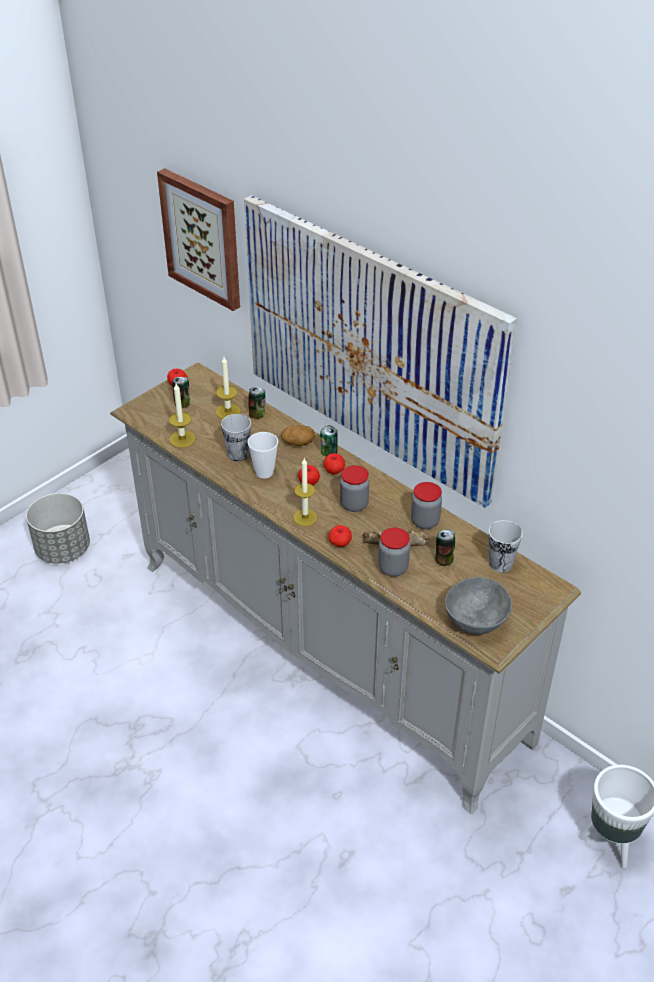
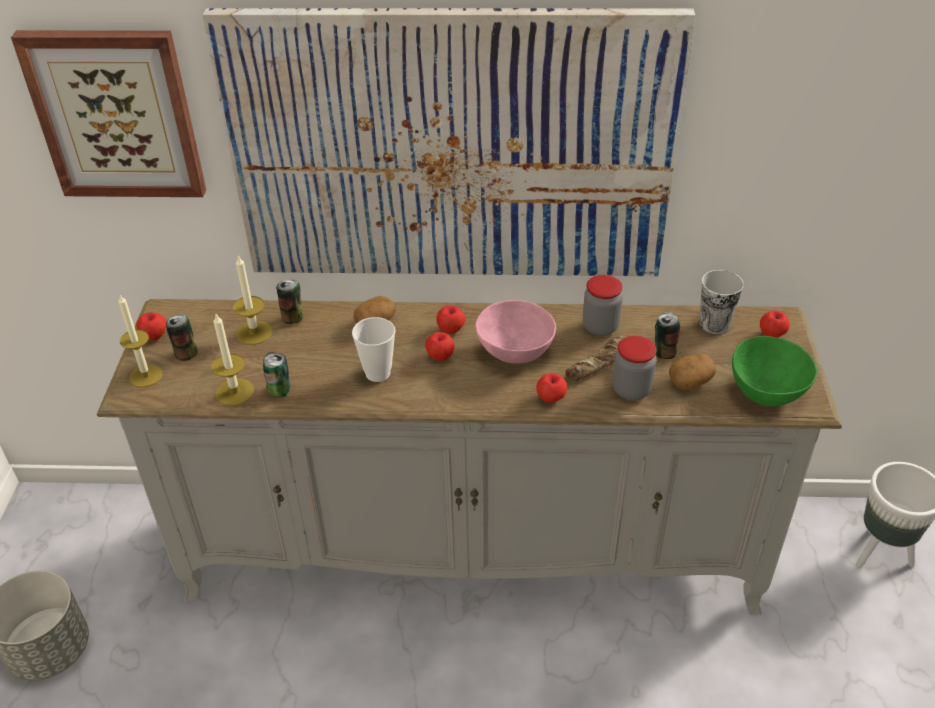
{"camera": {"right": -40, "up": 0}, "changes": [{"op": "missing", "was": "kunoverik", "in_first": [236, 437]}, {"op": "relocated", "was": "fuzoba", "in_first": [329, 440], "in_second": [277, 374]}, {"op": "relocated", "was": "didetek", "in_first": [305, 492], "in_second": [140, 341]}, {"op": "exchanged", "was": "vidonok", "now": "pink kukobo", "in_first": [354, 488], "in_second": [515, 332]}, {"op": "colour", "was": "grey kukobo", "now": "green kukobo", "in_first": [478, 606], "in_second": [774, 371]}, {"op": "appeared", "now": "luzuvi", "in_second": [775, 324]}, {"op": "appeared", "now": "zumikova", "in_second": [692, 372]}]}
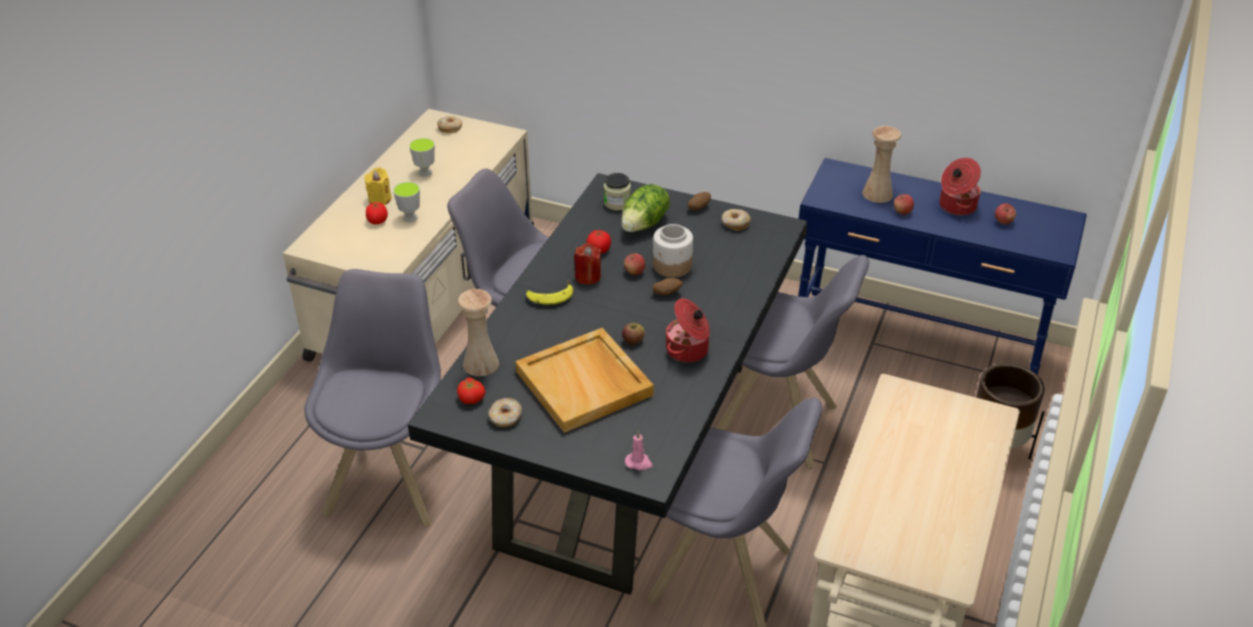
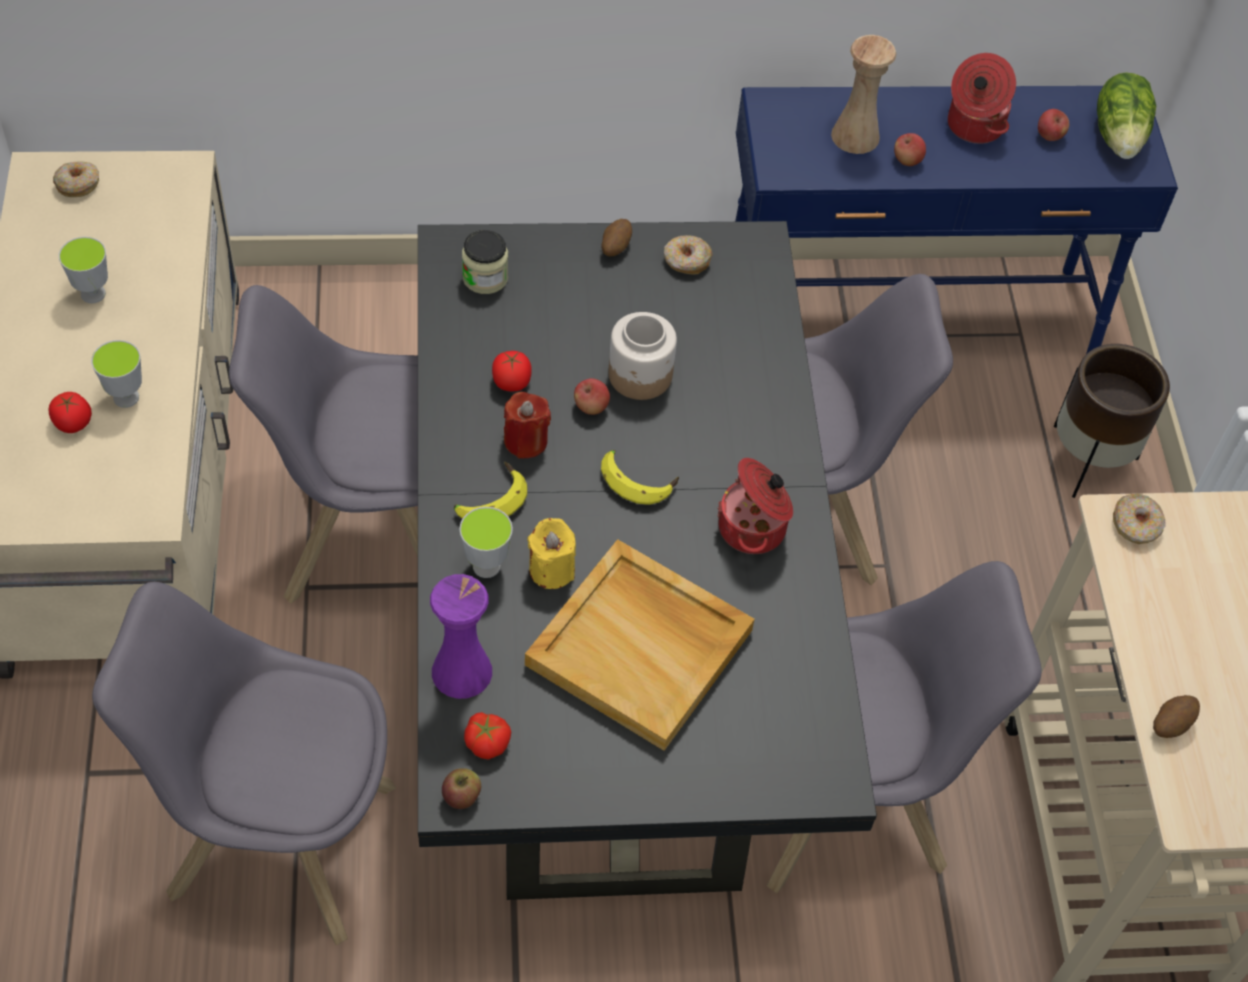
{"camera": {"right": -30, "up": 15}, "changes": [{"op": "relocated", "was": "yellow didetek", "in_first": [378, 186], "in_second": [551, 553]}, {"op": "relocated", "was": "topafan", "in_first": [645, 208], "in_second": [1126, 115]}, {"op": "spun", "was": "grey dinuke", "in_first": [372, 398], "in_second": [244, 763], "clockwise": -60}, {"op": "relocated", "was": "zumikova", "in_first": [667, 286], "in_second": [1176, 716]}, {"op": "colour", "was": "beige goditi", "now": "purple goditi", "in_first": [478, 332], "in_second": [461, 636]}, {"op": "relocated", "was": "luzuvi", "in_first": [633, 334], "in_second": [461, 788]}, {"op": "relocated", "was": "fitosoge", "in_first": [505, 412], "in_second": [1139, 519]}, {"op": "missing", "was": "pink didetek", "in_first": [638, 450]}, {"op": "appeared", "now": "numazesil", "in_second": [640, 477]}, {"op": "appeared", "now": "kunoverik", "in_second": [486, 542]}]}
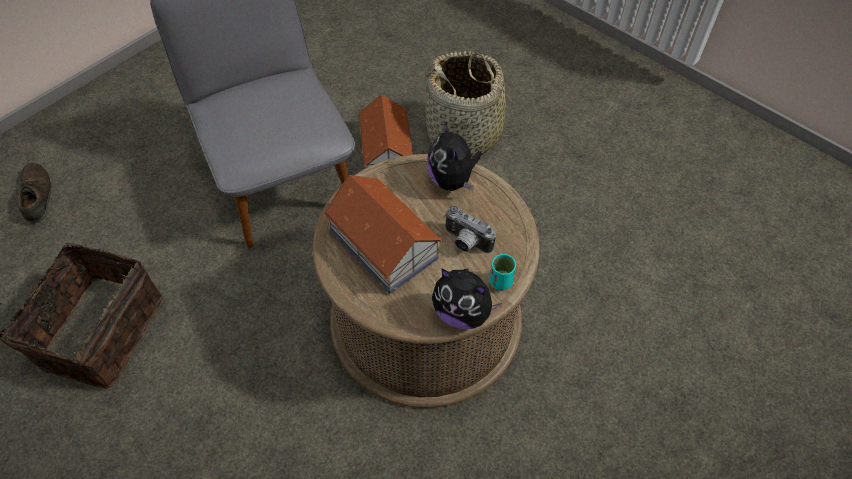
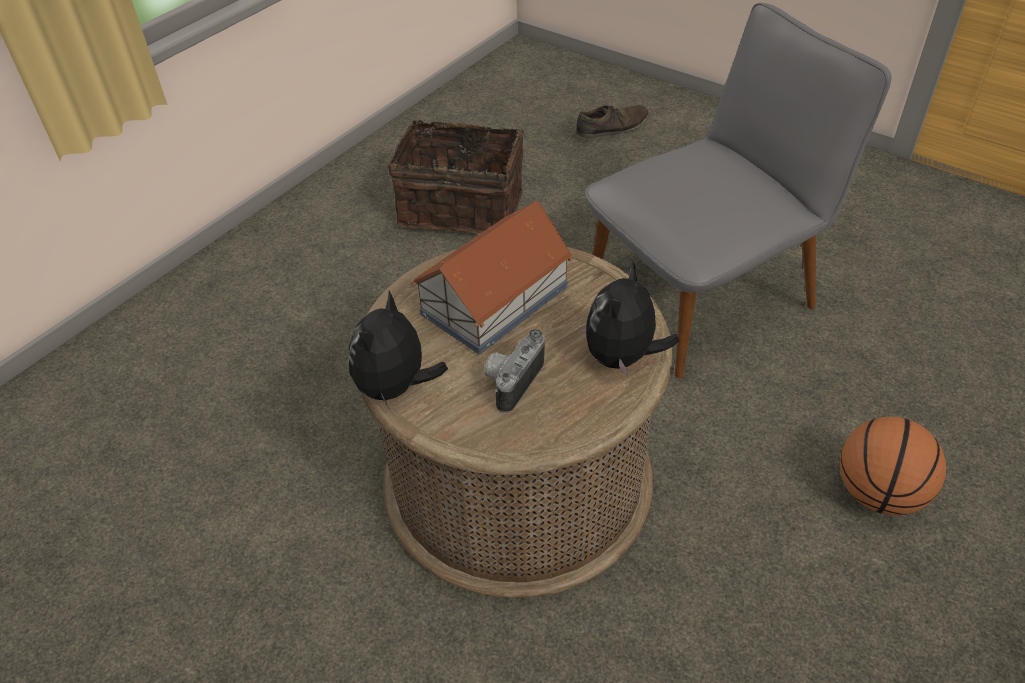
{"camera": {"right": 85, "up": -10}, "changes": [{"op": "exchanged", "was": "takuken", "now": "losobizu", "in_first": [470, 104], "in_second": [893, 466]}, {"op": "missing", "was": "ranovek", "in_first": [385, 131]}, {"op": "spun", "was": "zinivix", "in_first": [454, 156], "in_second": [632, 320], "clockwise": -45}, {"op": "missing", "was": "turquoise kunoverik", "in_first": [503, 272]}]}
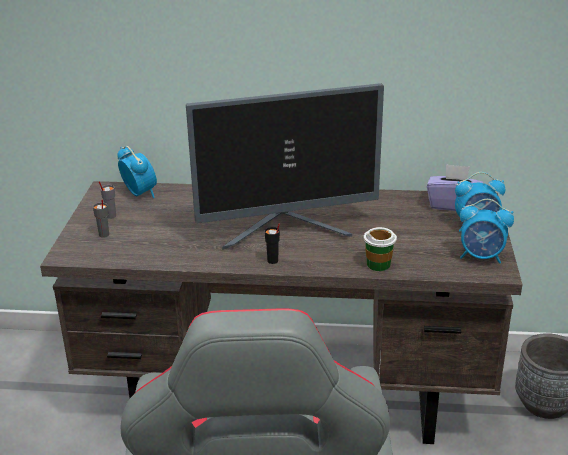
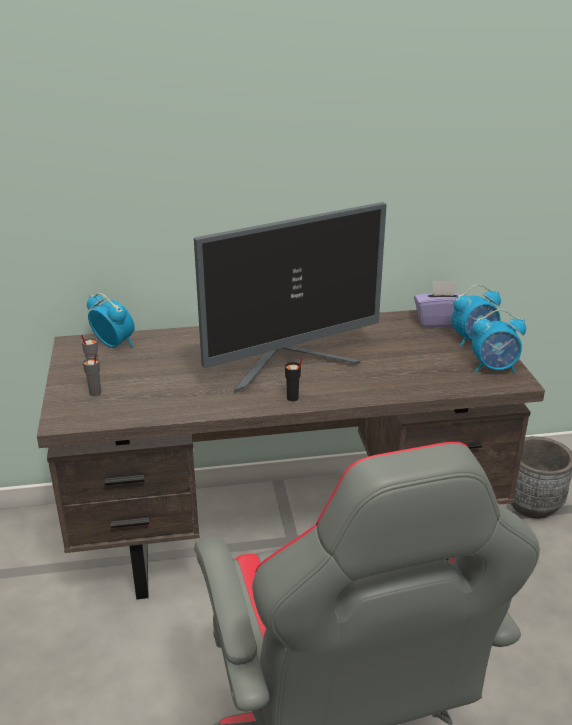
{"camera": {"right": -15, "up": 0}, "changes": [{"op": "missing", "was": "kunoverik", "in_first": [380, 249]}]}
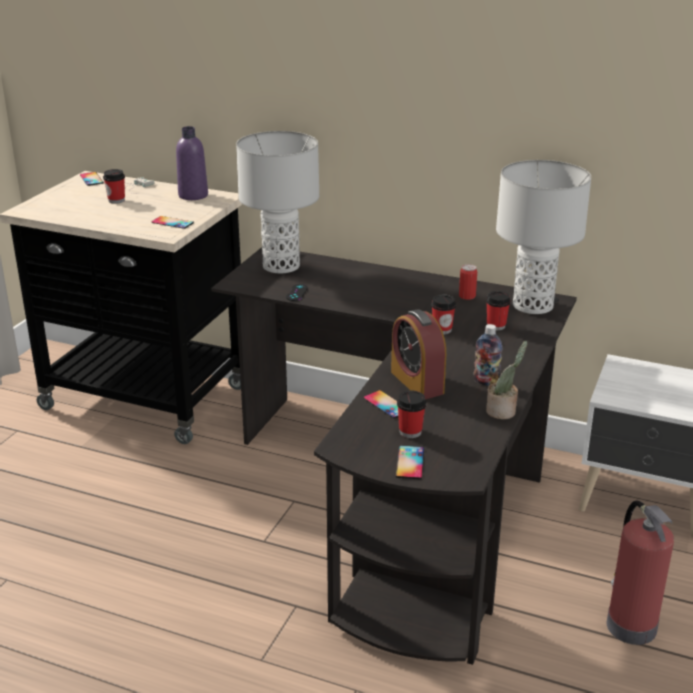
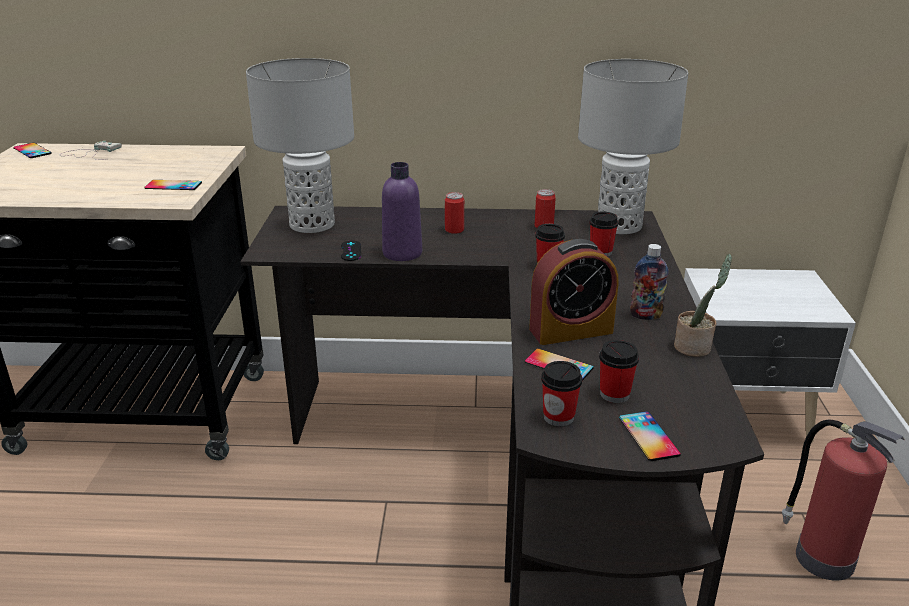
{"camera": {"right": -20, "up": 0}, "changes": [{"op": "relocated", "was": "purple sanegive", "in_first": [192, 163], "in_second": [402, 211]}, {"op": "relocated", "was": "kunoverik", "in_first": [114, 186], "in_second": [561, 394]}, {"op": "spun", "was": "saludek", "in_first": [418, 354], "in_second": [574, 292], "clockwise": -60}, {"op": "appeared", "now": "fuzoba", "in_second": [454, 213]}]}
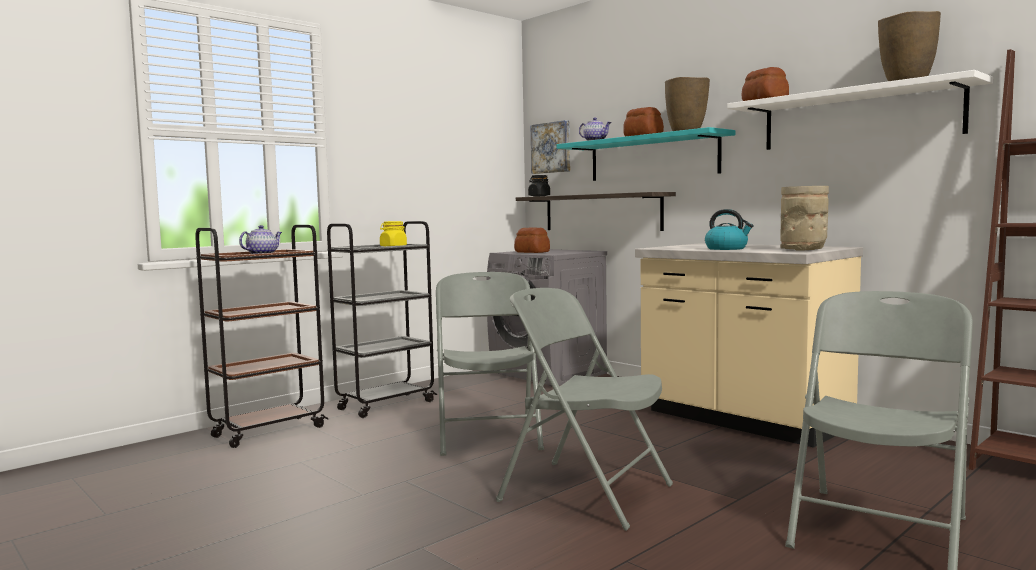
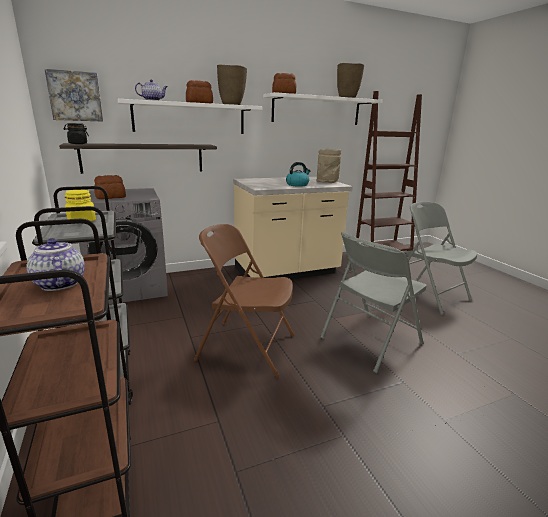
{"camera": {"right": -70, "up": 15}, "changes": [{"op": "colour", "was": "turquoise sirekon", "now": "white sirekon", "in_first": [646, 154], "in_second": [190, 116]}, {"op": "colour", "was": "grey dinuke", "now": "brown dinuke", "in_first": [490, 364], "in_second": [244, 301]}]}
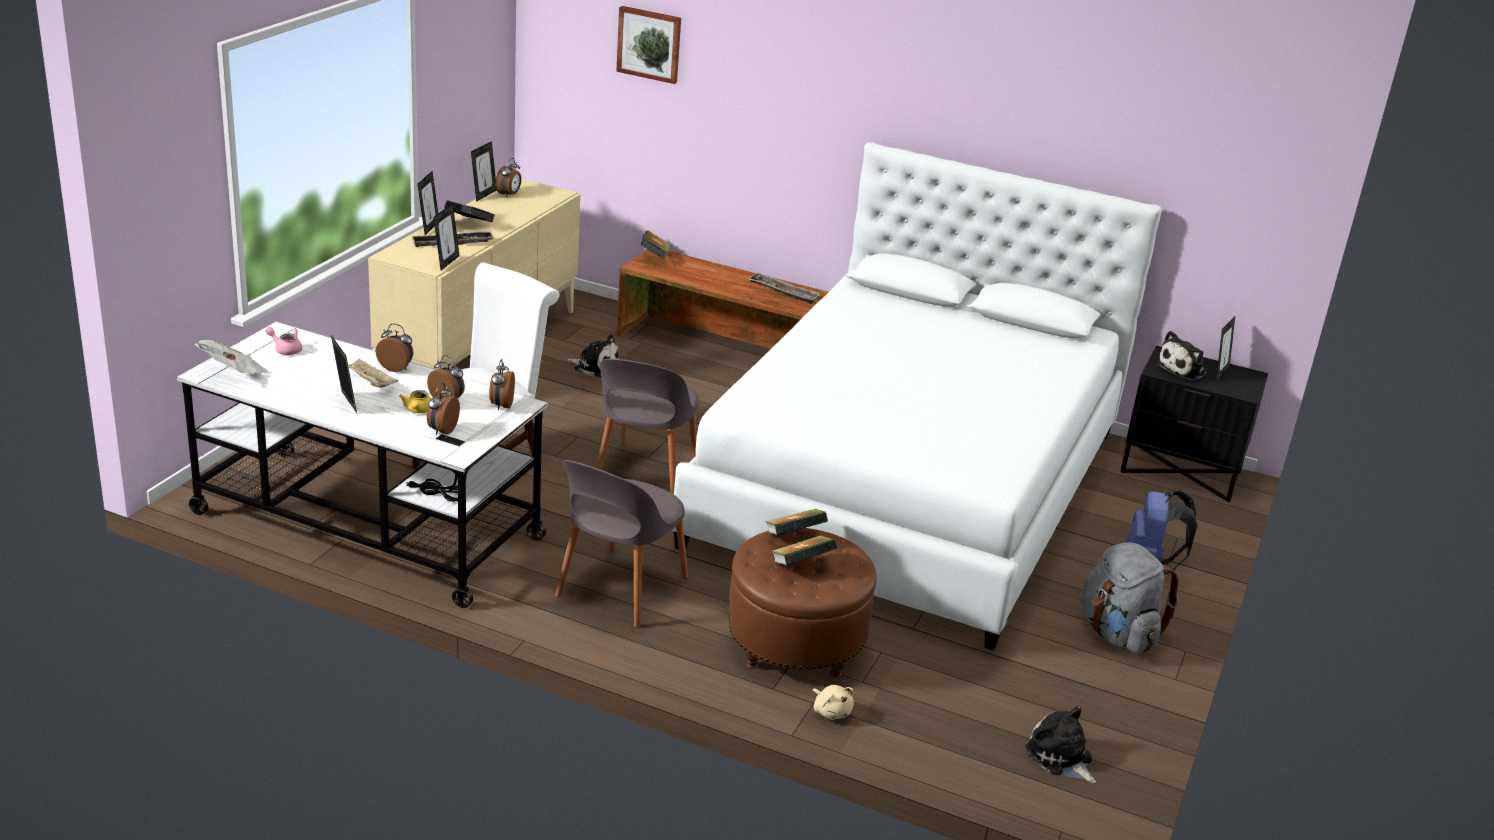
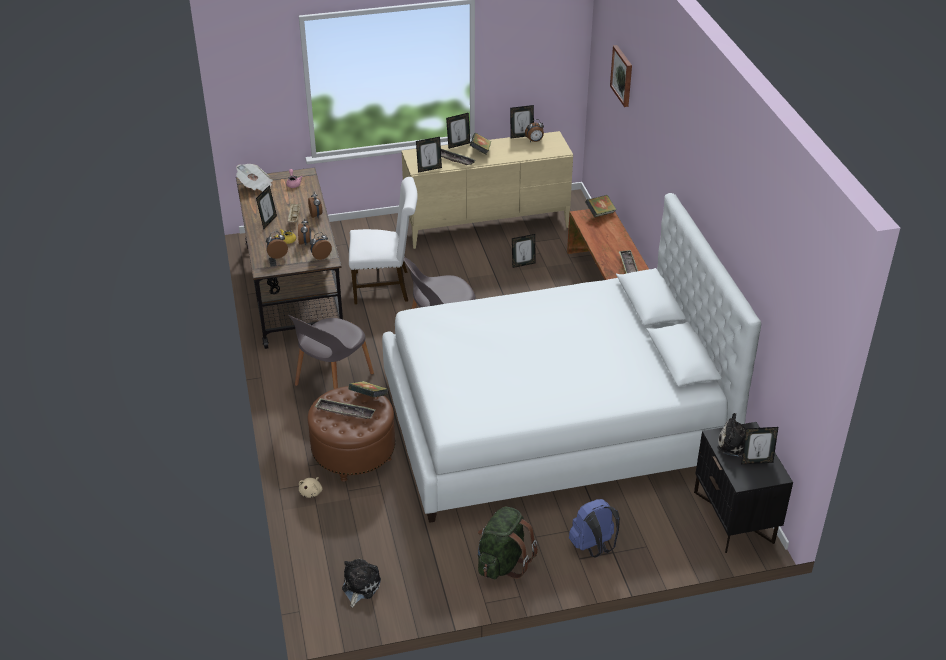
{"camera": {"right": 55, "up": 10}, "changes": [{"op": "colour", "was": "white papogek", "now": "brown papogek", "in_first": [362, 465], "in_second": [289, 258]}, {"op": "exchanged", "was": "zinivix", "now": "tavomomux", "in_first": [592, 356], "in_second": [524, 251]}, {"op": "spun", "was": "grey dinuke", "in_first": [621, 544], "in_second": [331, 352], "clockwise": -45}, {"op": "exchanged", "was": "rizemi", "now": "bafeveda", "in_first": [804, 550], "in_second": [345, 408]}, {"op": "colour", "was": "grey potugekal", "now": "green potugekal", "in_first": [1130, 598], "in_second": [508, 543]}]}
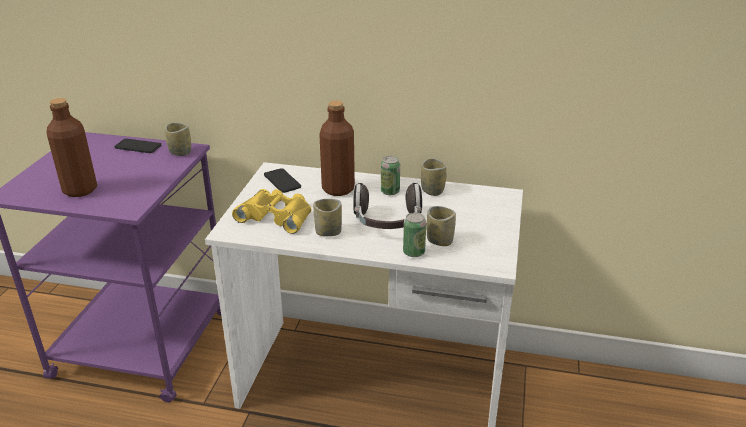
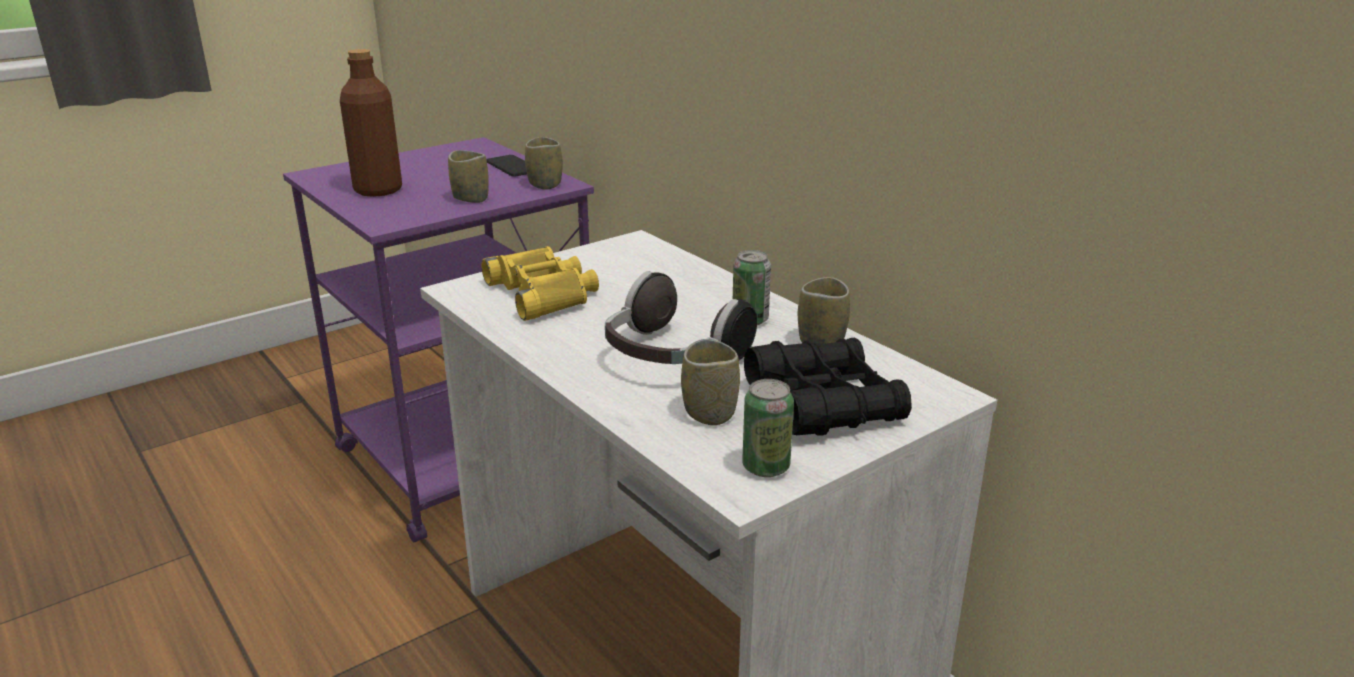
{"camera": {"right": 40, "up": -5}, "changes": [{"op": "missing", "was": "brown sanegive", "in_first": [337, 148]}, {"op": "missing", "was": "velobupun", "in_first": [282, 180]}, {"op": "relocated", "was": "kunoverik", "in_first": [327, 217], "in_second": [468, 176]}, {"op": "relocated", "was": "fuzoba", "in_first": [414, 234], "in_second": [768, 428]}, {"op": "appeared", "now": "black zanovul", "in_second": [828, 387]}]}
